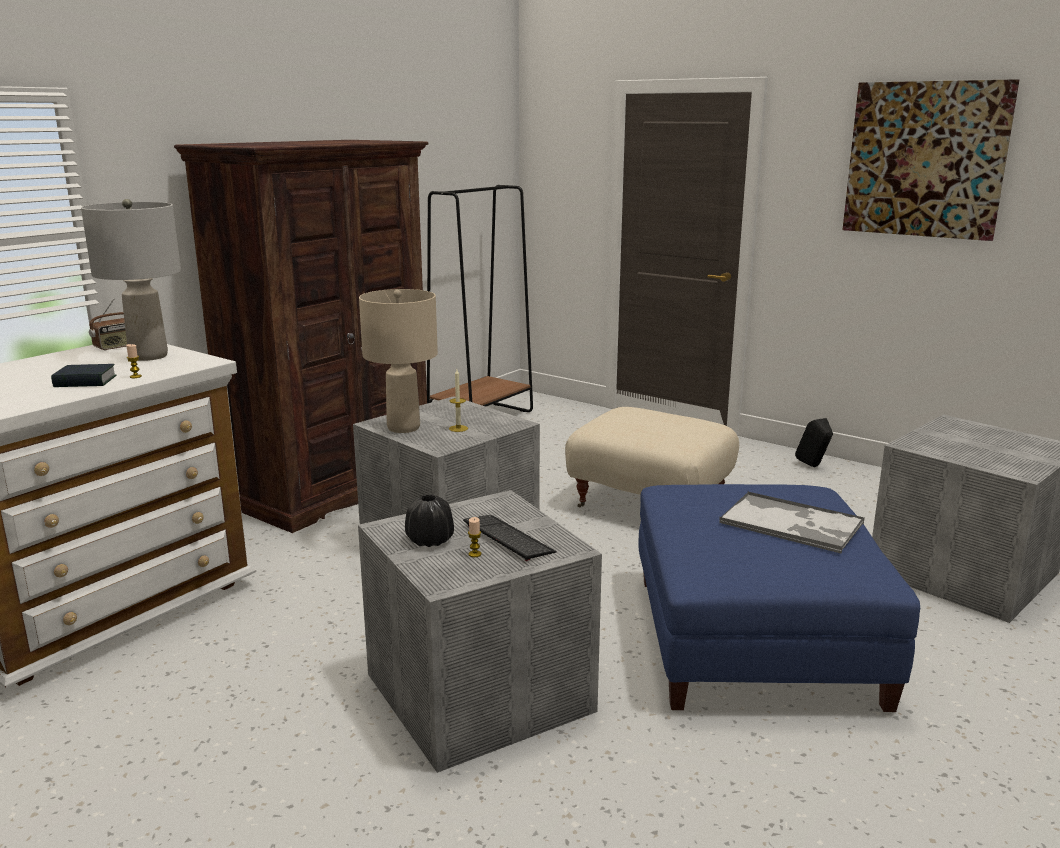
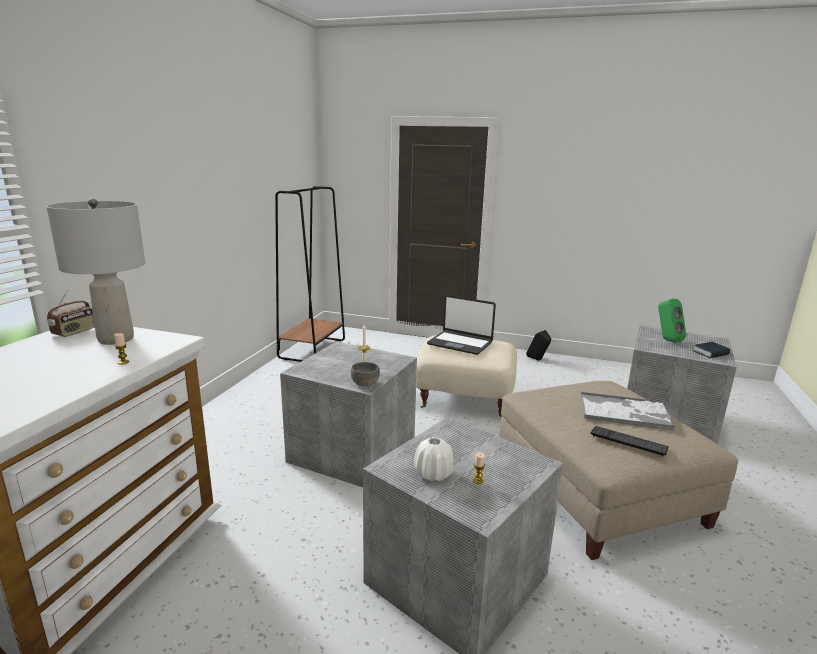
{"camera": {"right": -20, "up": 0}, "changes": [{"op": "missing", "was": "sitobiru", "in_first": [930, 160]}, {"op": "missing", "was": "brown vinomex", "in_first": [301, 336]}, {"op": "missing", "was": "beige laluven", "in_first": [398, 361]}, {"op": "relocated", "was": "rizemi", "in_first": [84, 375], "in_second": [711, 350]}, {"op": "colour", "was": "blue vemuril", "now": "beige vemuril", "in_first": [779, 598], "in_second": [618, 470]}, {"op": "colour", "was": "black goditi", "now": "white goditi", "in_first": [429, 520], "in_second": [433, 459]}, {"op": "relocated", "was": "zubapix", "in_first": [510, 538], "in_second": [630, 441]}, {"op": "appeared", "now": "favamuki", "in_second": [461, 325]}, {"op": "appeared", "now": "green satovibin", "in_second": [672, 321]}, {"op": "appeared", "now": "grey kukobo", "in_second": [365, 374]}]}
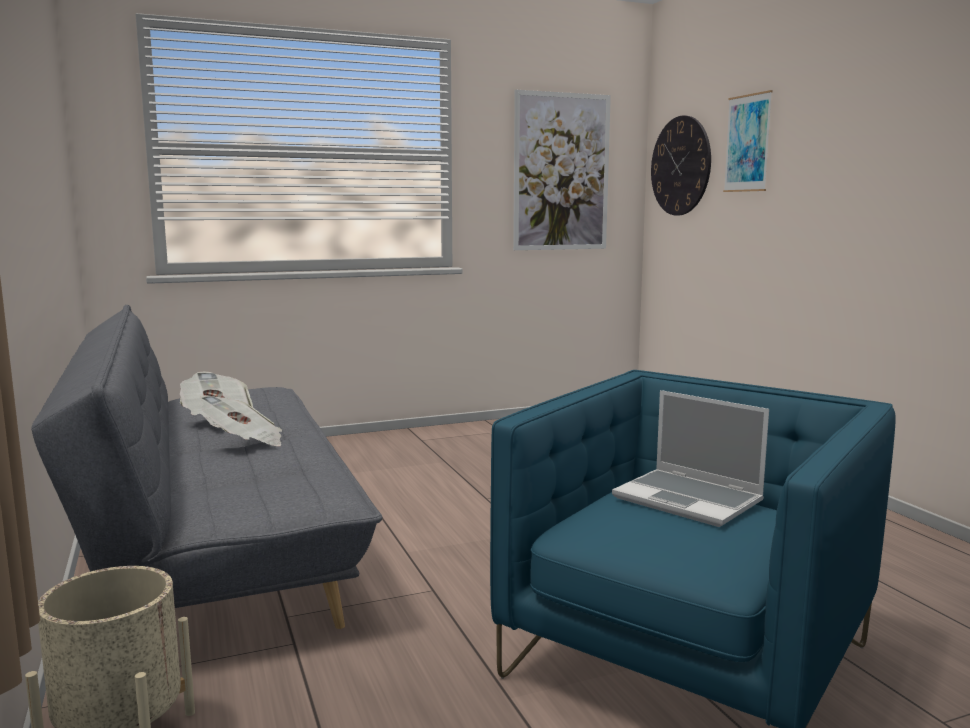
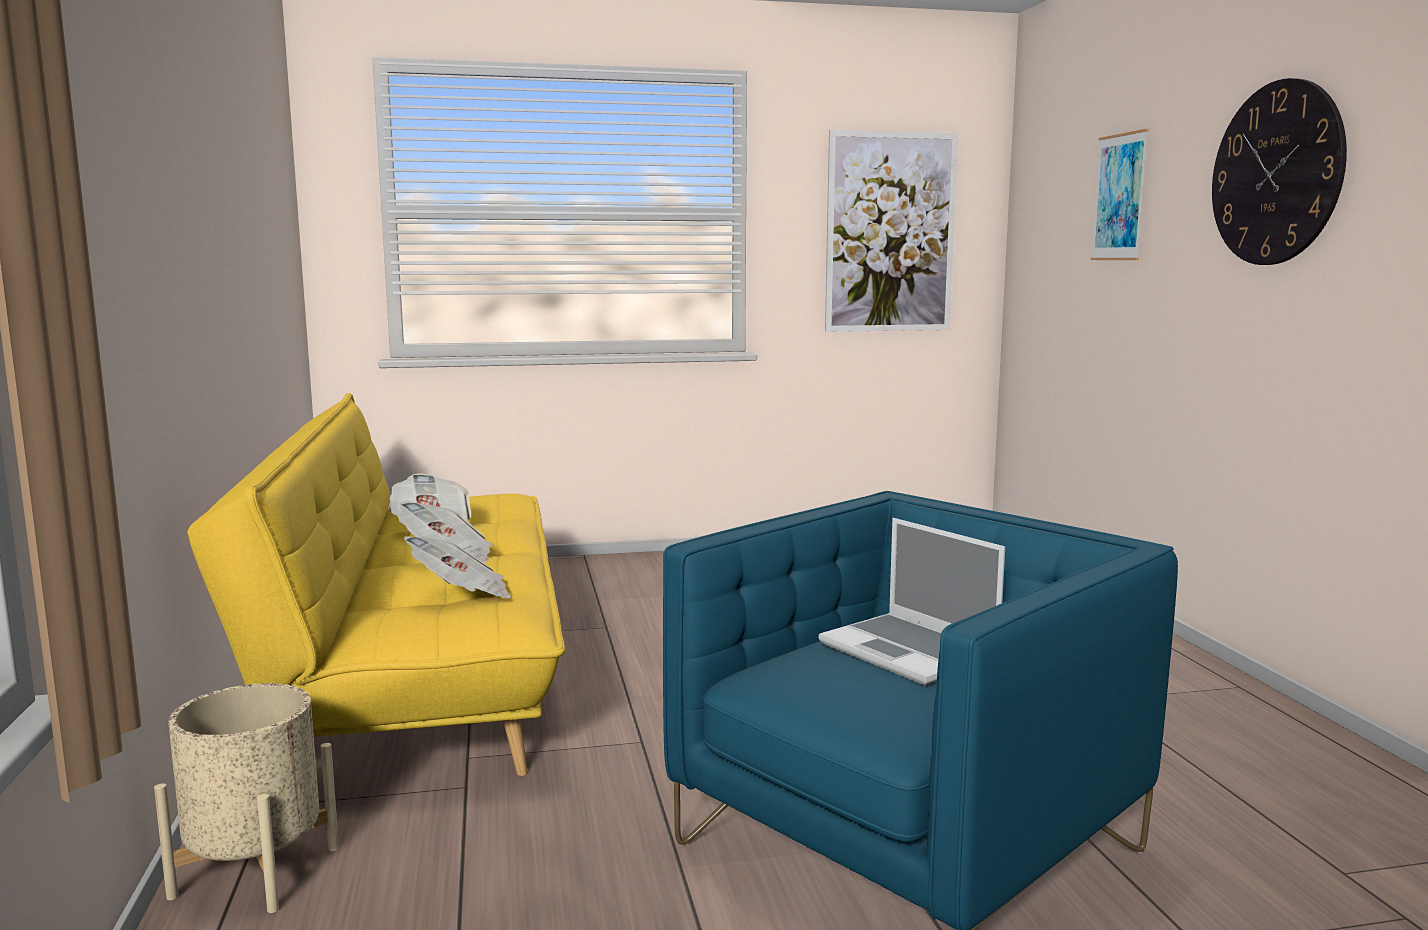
{"camera": {"right": 10, "up": 0}, "changes": [{"op": "relocated", "was": "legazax", "in_first": [681, 165], "in_second": [1279, 171]}, {"op": "colour", "was": "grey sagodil", "now": "yellow sagodil", "in_first": [206, 467], "in_second": [376, 584]}, {"op": "appeared", "now": "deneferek", "in_second": [457, 567]}]}
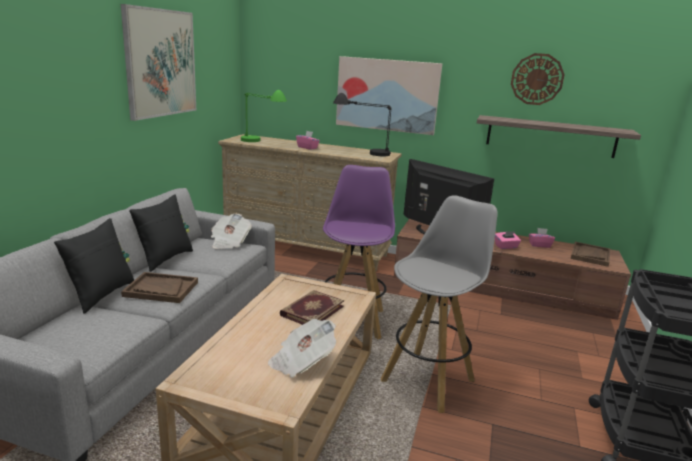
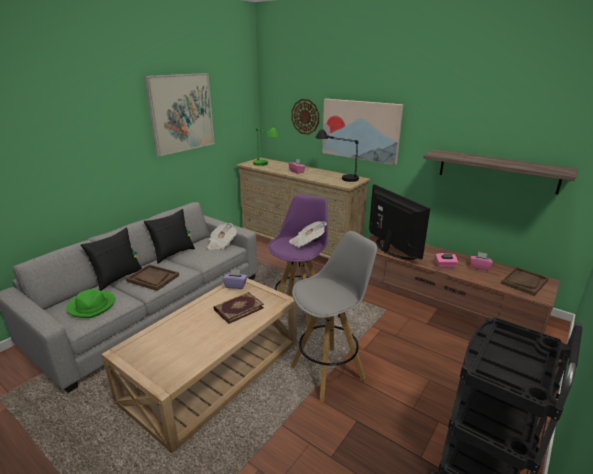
{"camera": {"right": 20, "up": 5}, "changes": [{"op": "relocated", "was": "legazax", "in_first": [538, 79], "in_second": [305, 117]}, {"op": "relocated", "was": "deneferek", "in_first": [302, 348], "in_second": [308, 234]}, {"op": "appeared", "now": "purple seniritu", "in_second": [234, 279]}, {"op": "appeared", "now": "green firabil", "in_second": [90, 303]}]}
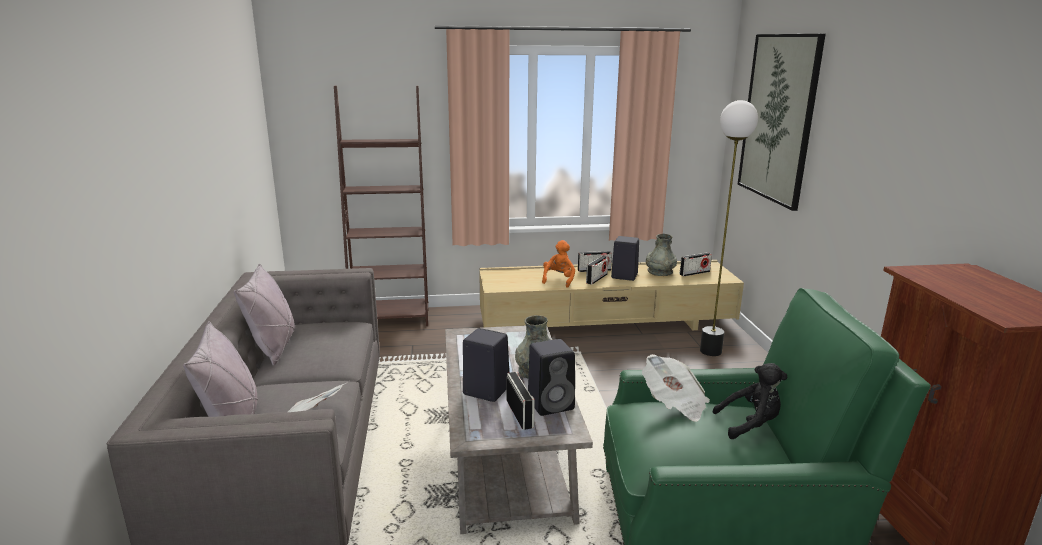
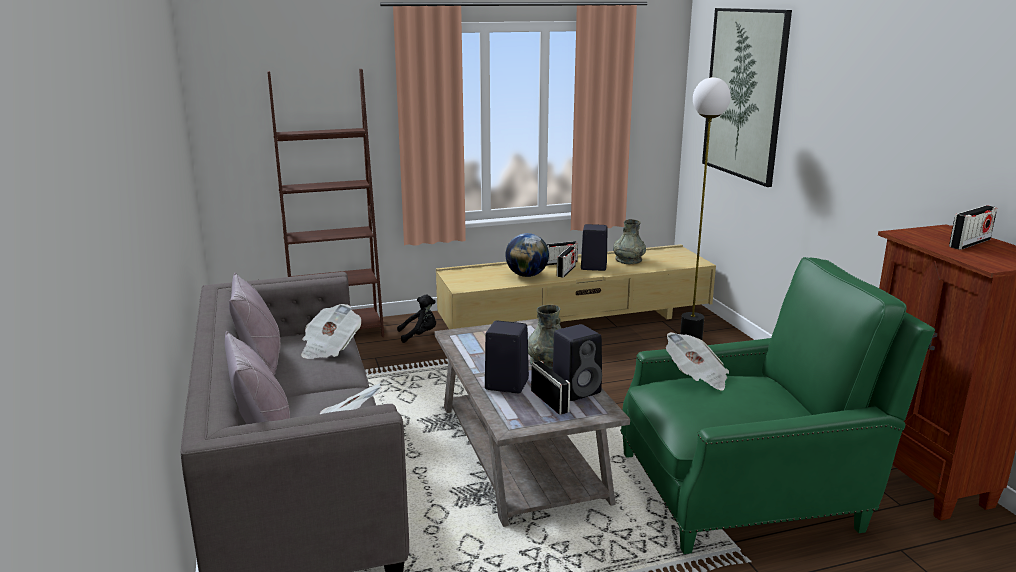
{"camera": {"right": -10, "up": 0}, "changes": [{"op": "exchanged", "was": "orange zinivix", "now": "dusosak", "in_first": [558, 264], "in_second": [527, 255]}, {"op": "relocated", "was": "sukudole", "in_first": [696, 264], "in_second": [973, 227]}, {"op": "relocated", "was": "black zinivix", "in_first": [750, 401], "in_second": [416, 318]}, {"op": "appeared", "now": "deneferek", "in_second": [331, 331]}]}
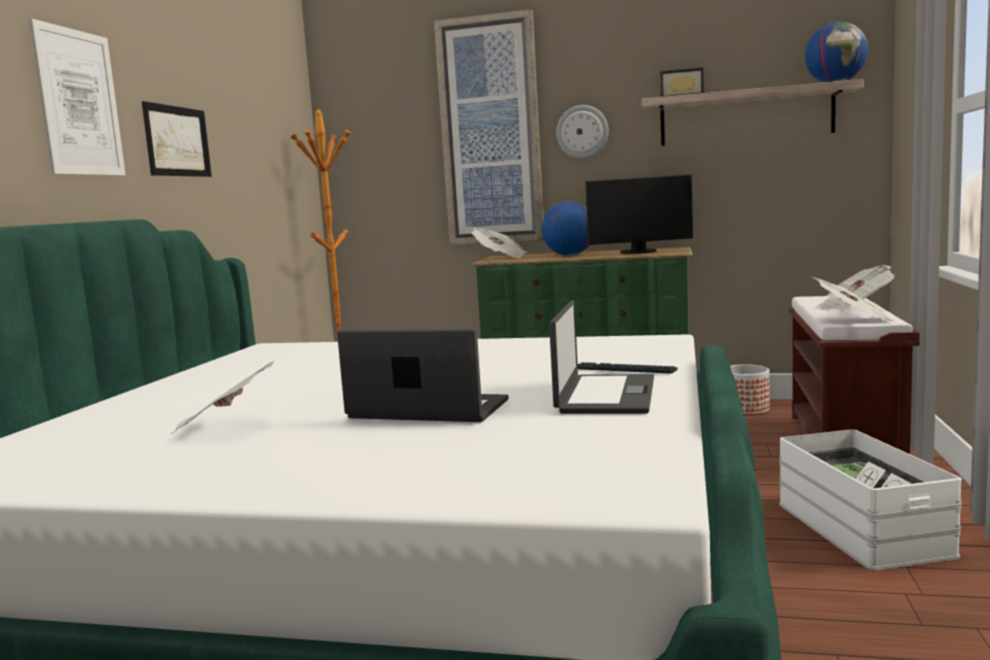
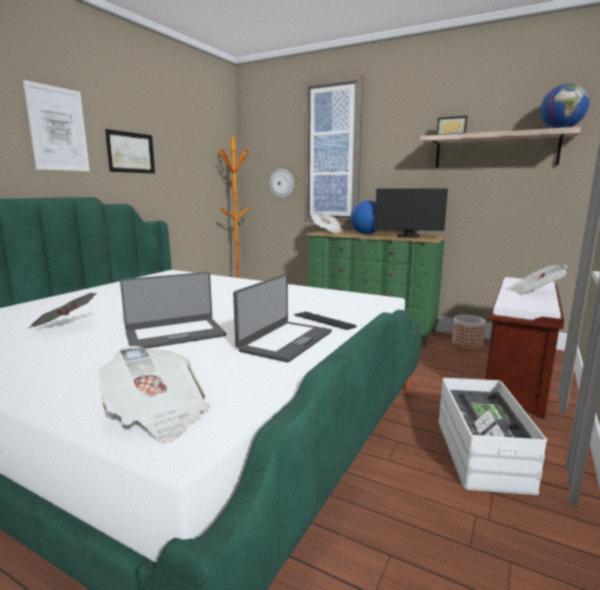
{"camera": {"right": 15, "up": 5}, "changes": [{"op": "relocated", "was": "legazax", "in_first": [582, 132], "in_second": [281, 183]}, {"op": "relocated", "was": "deneferek", "in_first": [852, 299], "in_second": [154, 394]}, {"op": "spun", "was": "favamuki", "in_first": [422, 375], "in_second": [173, 310], "clockwise": 120}]}
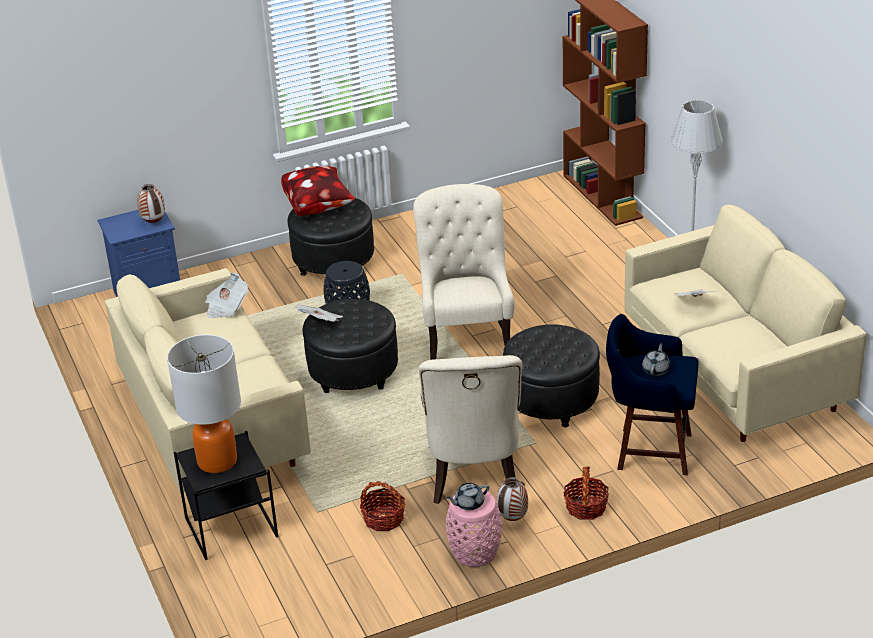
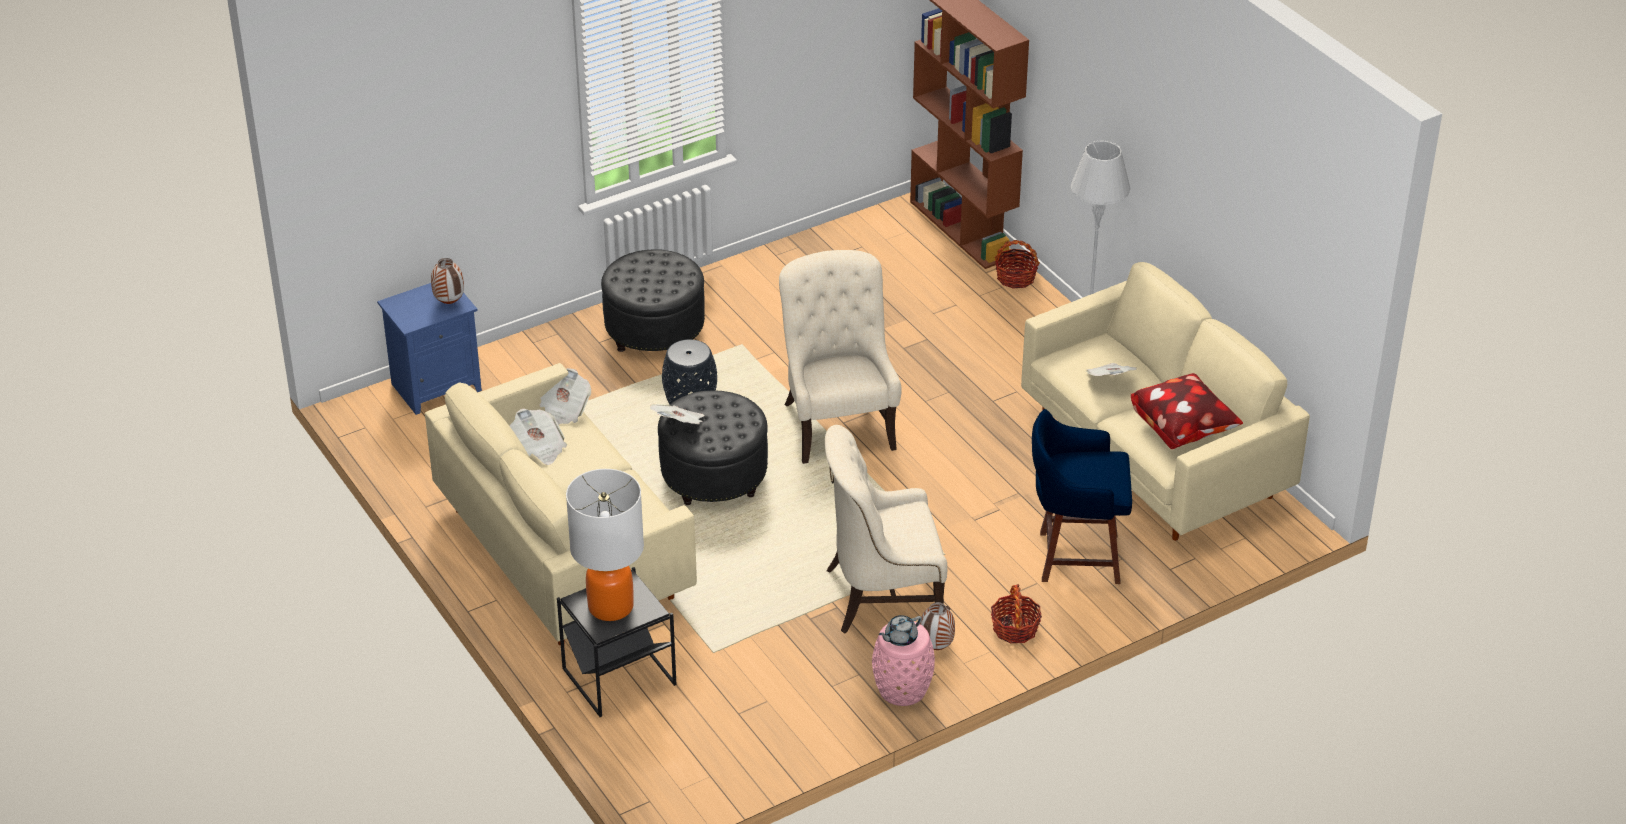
{"camera": {"right": -10, "up": 5}, "changes": [{"op": "relocated", "was": "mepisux", "in_first": [318, 191], "in_second": [1187, 411]}, {"op": "missing", "was": "black vemuril", "in_first": [551, 375]}, {"op": "missing", "was": "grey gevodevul", "in_first": [656, 359]}, {"op": "spun", "was": "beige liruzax", "in_first": [470, 429], "in_second": [886, 529], "clockwise": 90}, {"op": "relocated", "was": "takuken", "in_first": [382, 506], "in_second": [1017, 264]}, {"op": "appeared", "now": "deneferek", "in_second": [538, 436]}]}
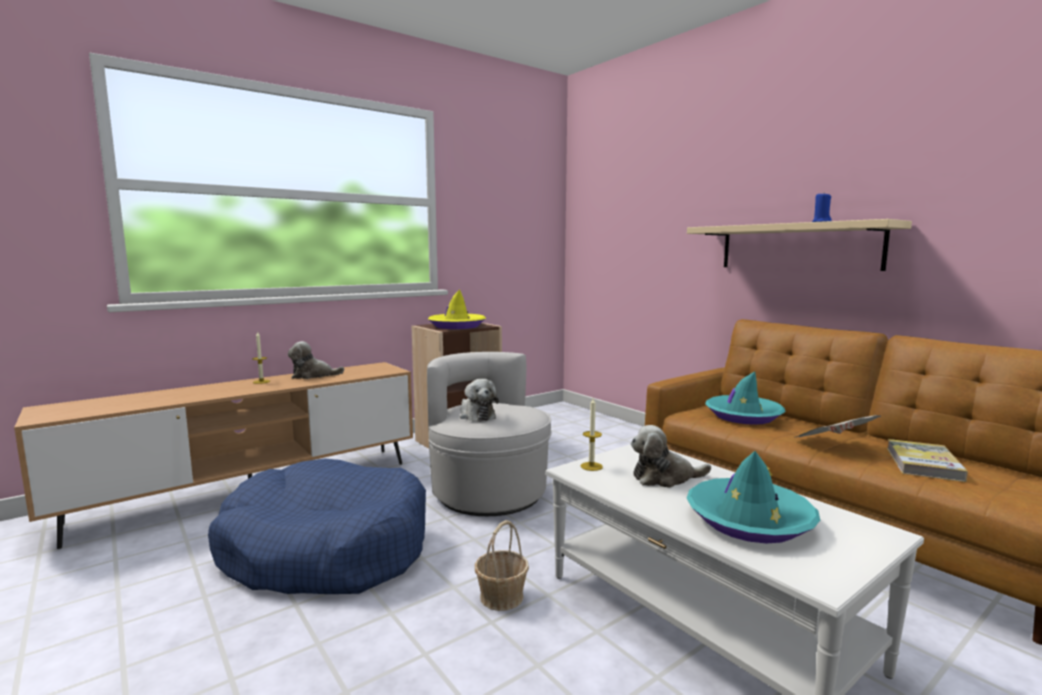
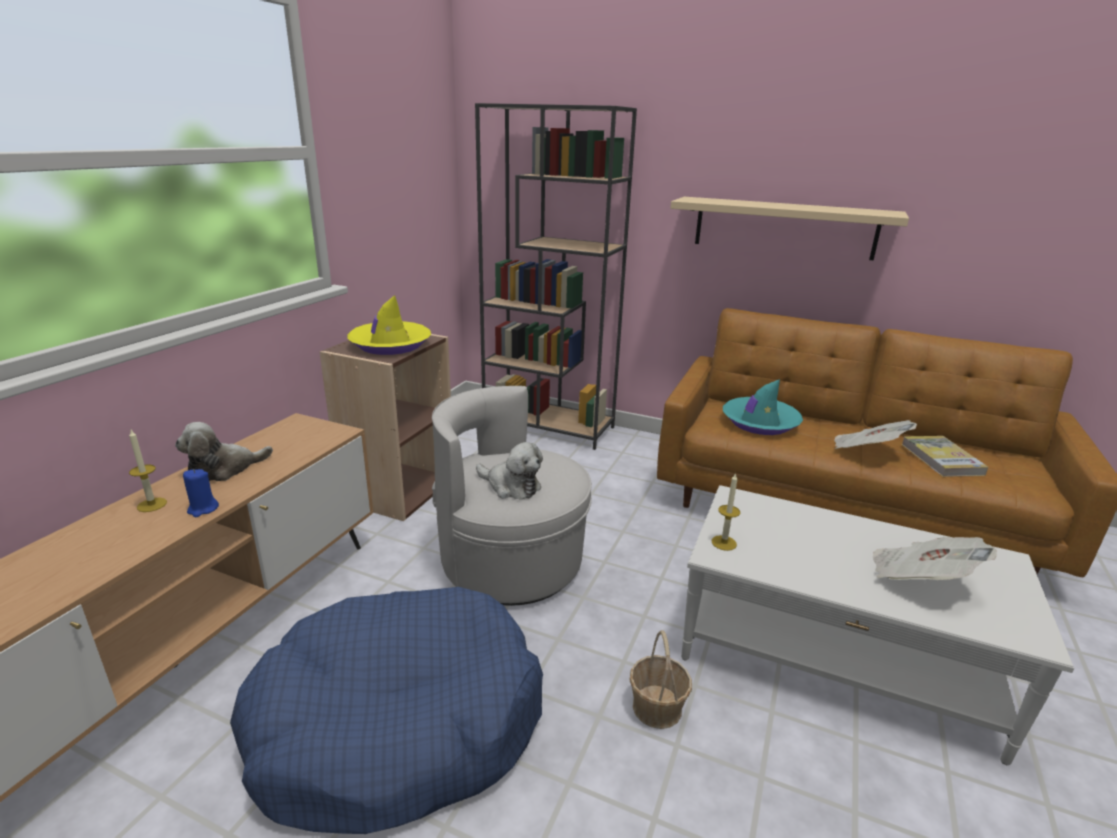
{"camera": {"right": -30, "up": 15}, "changes": [{"op": "relocated", "was": "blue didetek", "in_first": [822, 208], "in_second": [201, 493]}, {"op": "missing", "was": "zinivix", "in_first": [671, 456]}, {"op": "exchanged", "was": "turquoise firabil", "now": "deneferek", "in_first": [753, 497], "in_second": [935, 558]}, {"op": "appeared", "now": "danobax", "in_second": [556, 276]}]}
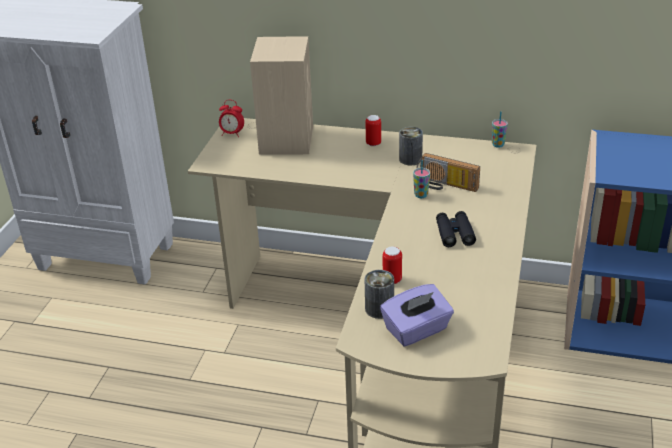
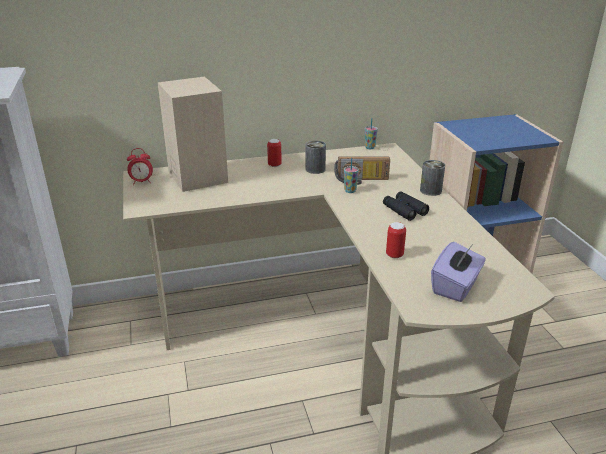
{"camera": {"right": -30, "up": -5}, "changes": [{"op": "relocated", "was": "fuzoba", "in_first": [379, 294], "in_second": [432, 178]}]}
